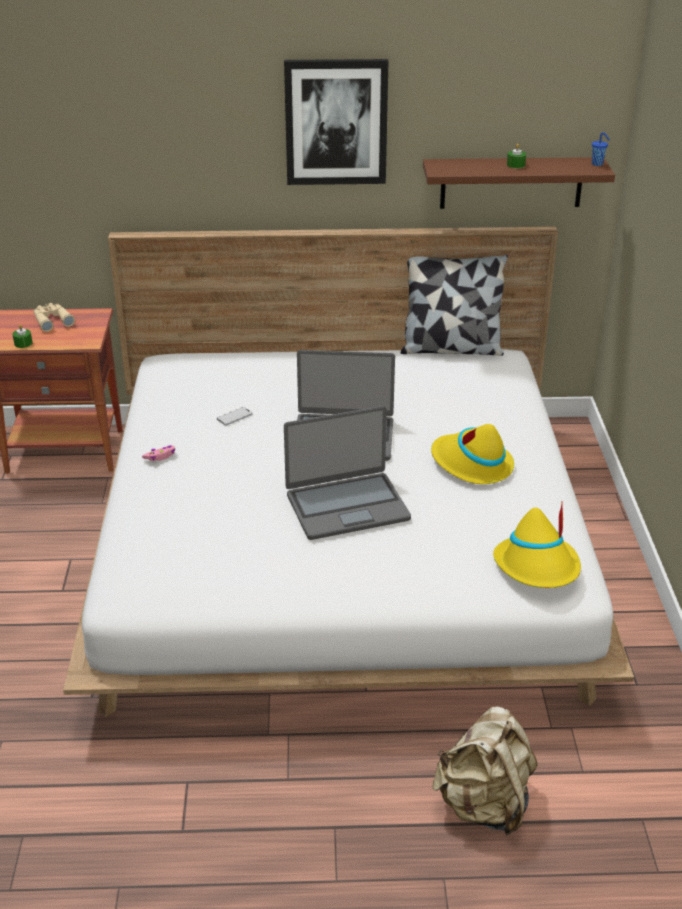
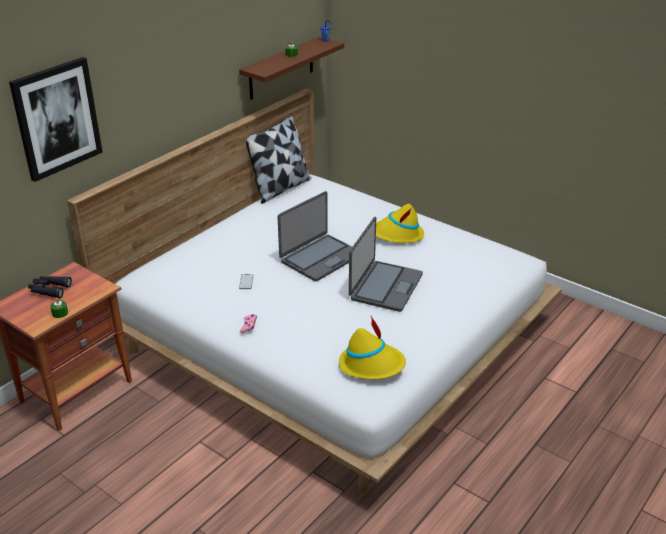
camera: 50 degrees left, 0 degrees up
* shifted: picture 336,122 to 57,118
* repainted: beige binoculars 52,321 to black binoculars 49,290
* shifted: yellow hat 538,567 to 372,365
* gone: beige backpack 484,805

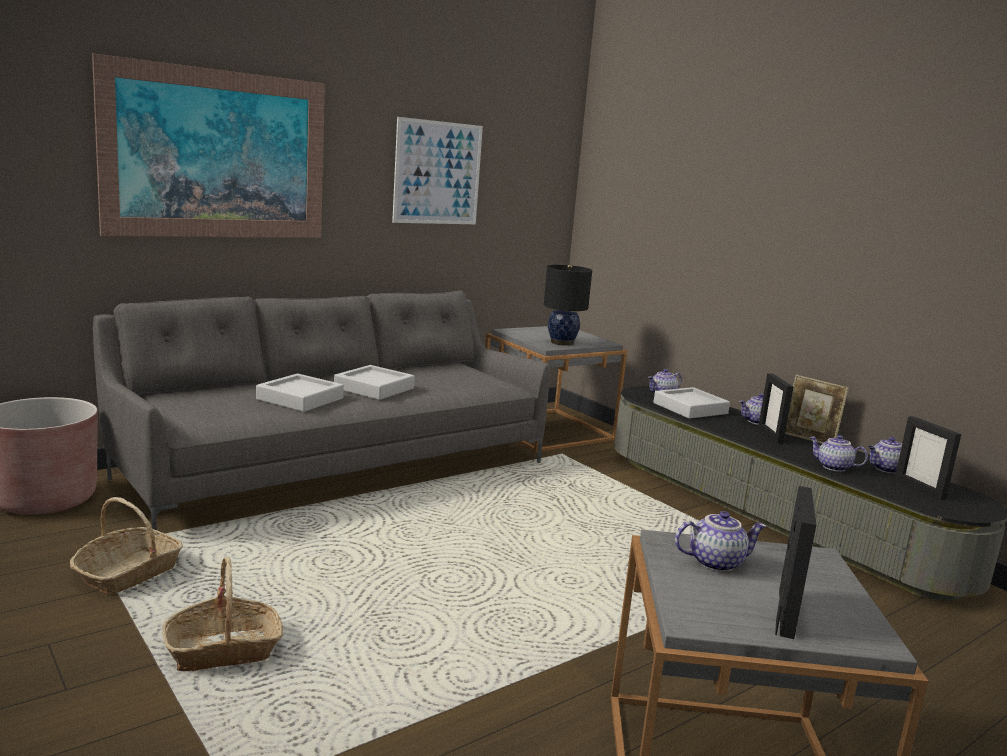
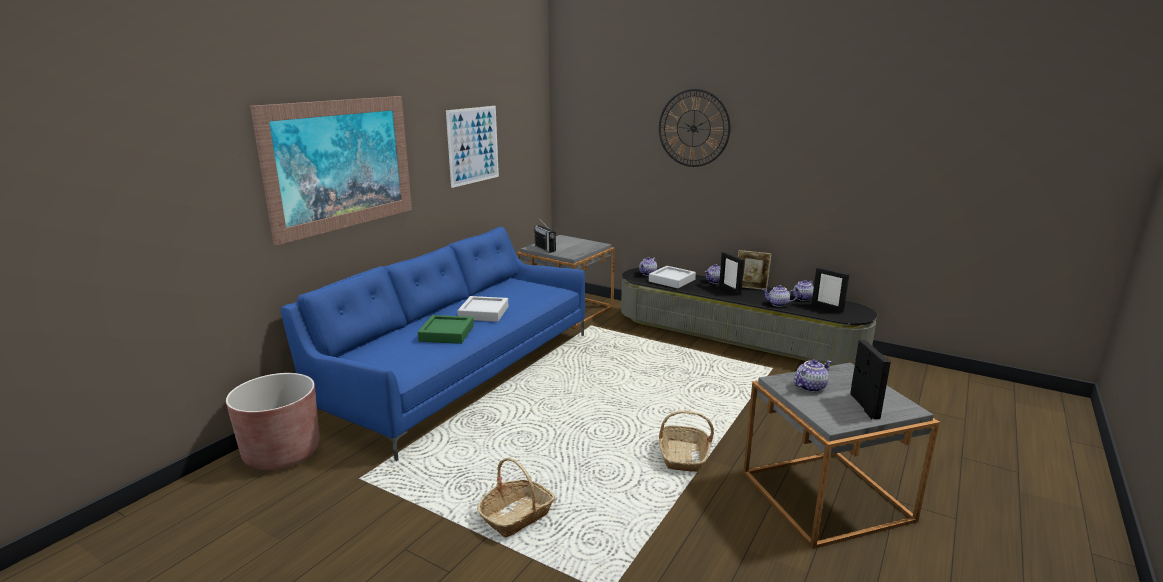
camera: 20 degrees left, 5 degrees up
* gone: black table lamp 562,342
* repainted: grey sofa 336,468 to blue sofa 461,373
* repainted: grey tray 300,399 to green tray 446,333
* shifted: basket 128,573 to 683,456
* new: wall clock 693,128
* new: radio 545,248

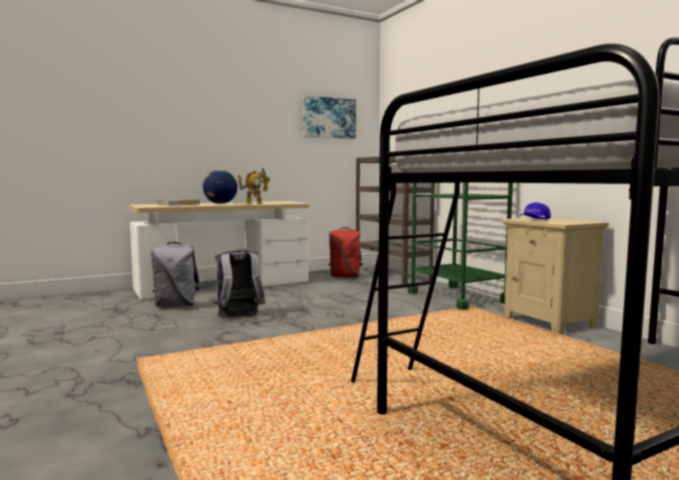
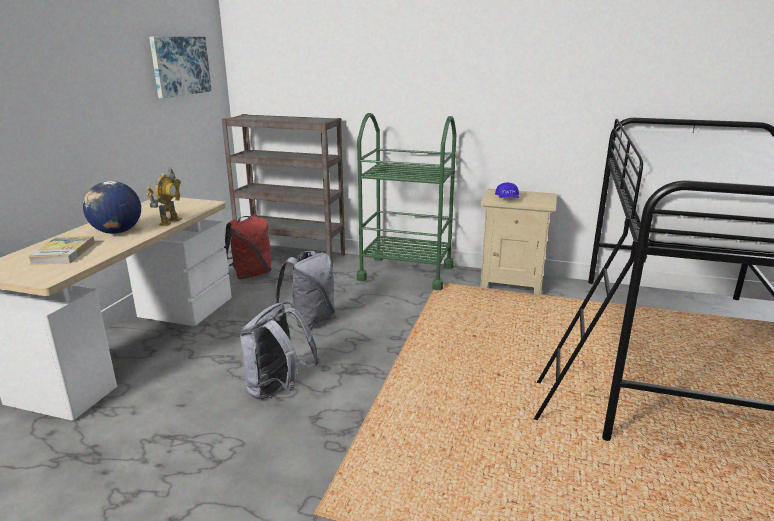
camera: 45 degrees left, 15 degrees up
* shifted: grey backpack 176,306 to 310,320

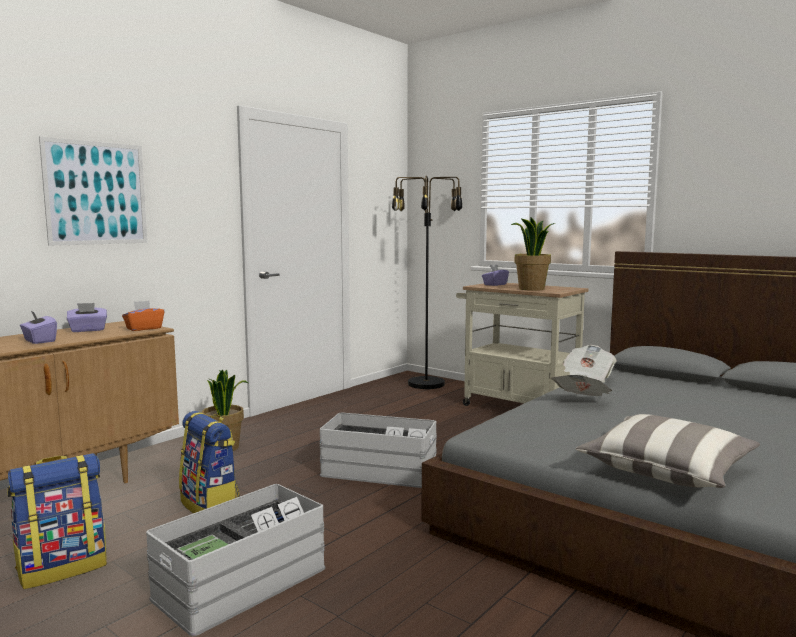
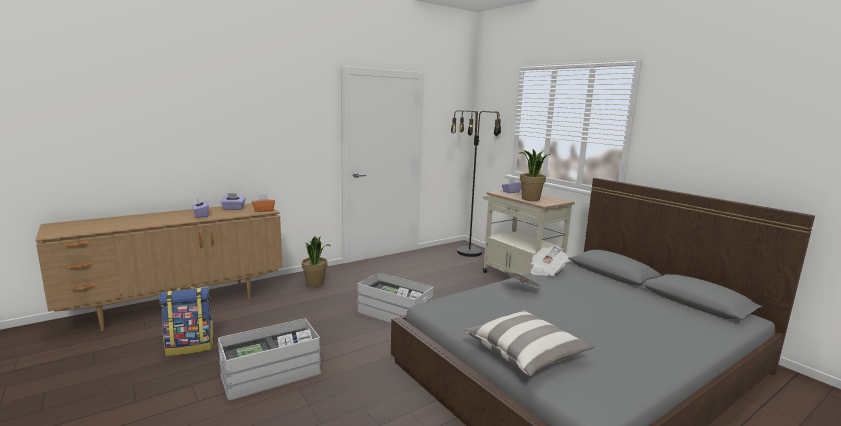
camera: 15 degrees right, 5 degrees up
* gone: picture 96,193
* gone: backpack 211,506

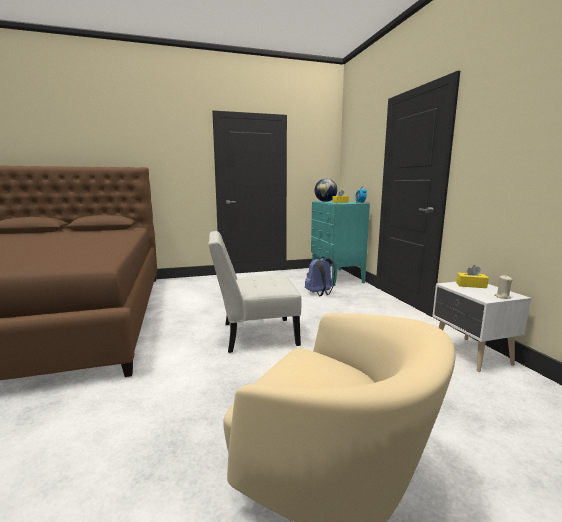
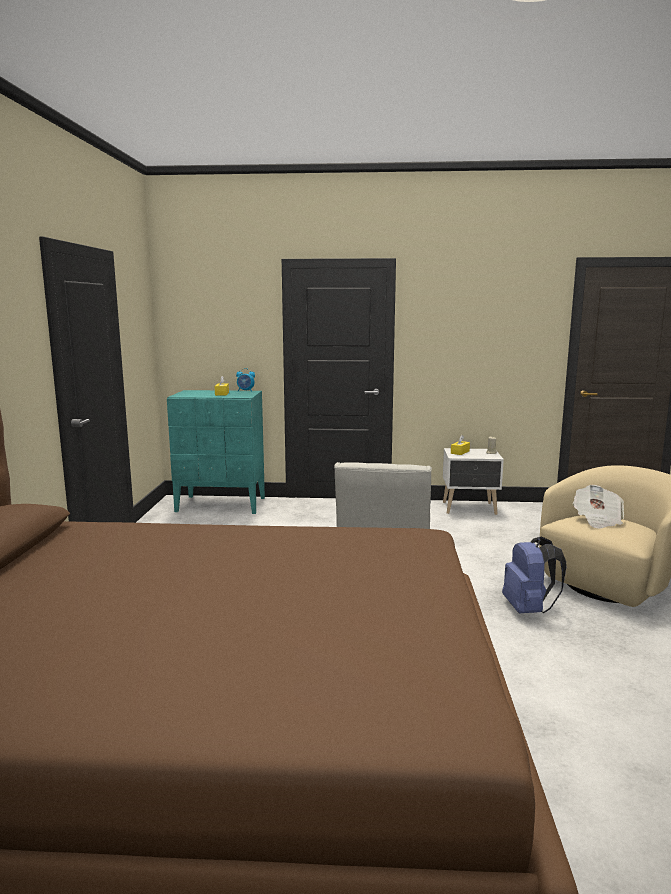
camera: 70 degrees left, 0 degrees up
* gone: globe 325,201
* shifted: blue backpack 320,294 to 529,609
* new: newspaper 597,520

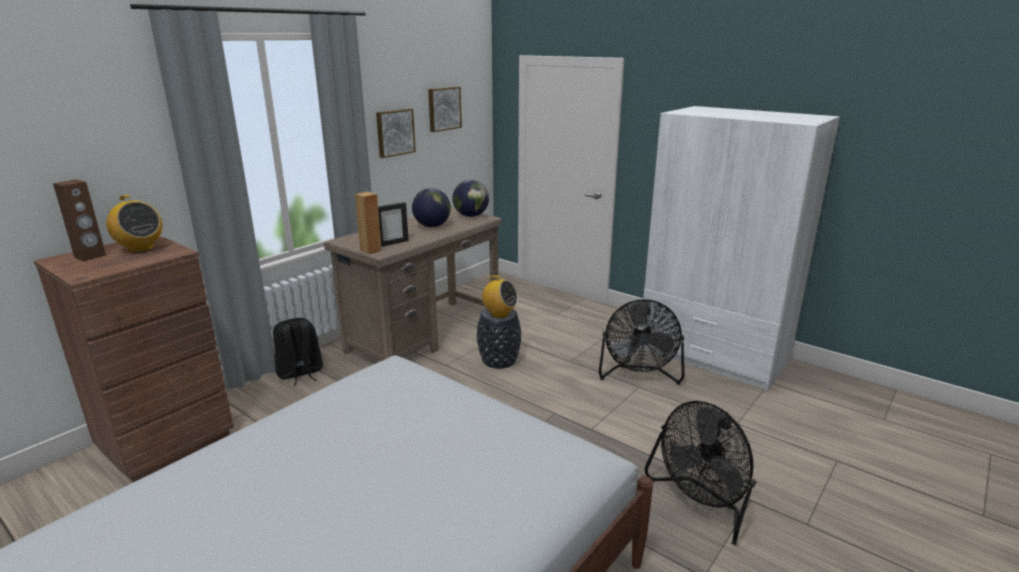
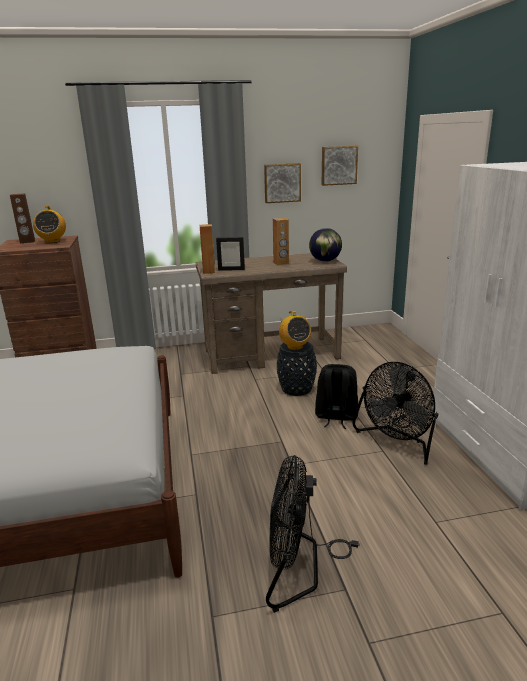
camera: 40 degrees right, 0 degrees up
* swapped: globe 432,226 to brown speaker 281,263
* shifted: black backpack 300,373 to 335,417

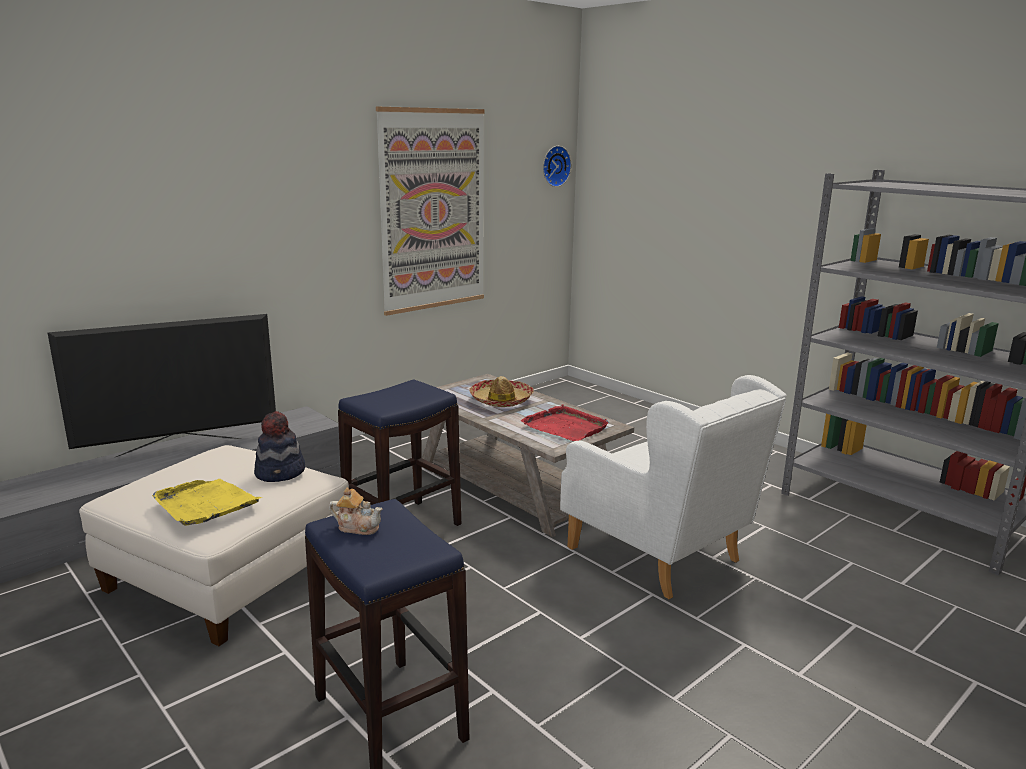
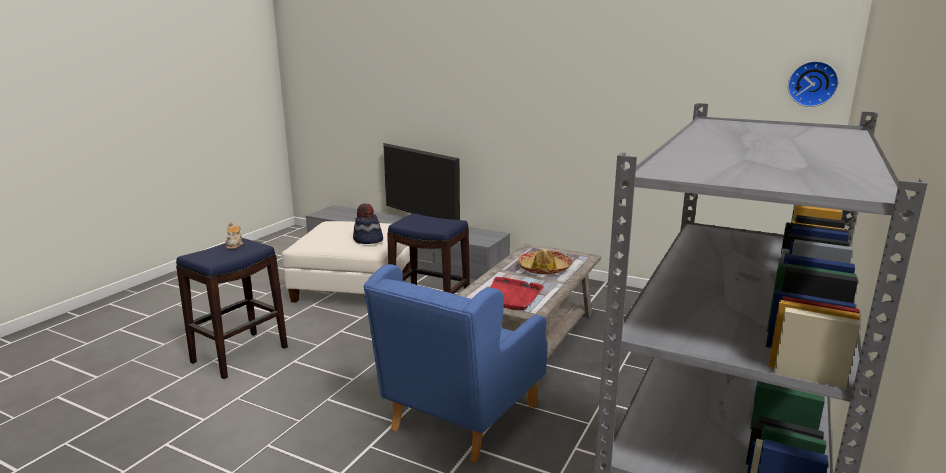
camera: 70 degrees right, 0 degrees up
* gone: picture 433,210
* repainted: white armchair 661,555 to blue armchair 459,419
* gone: yellow tray 205,504

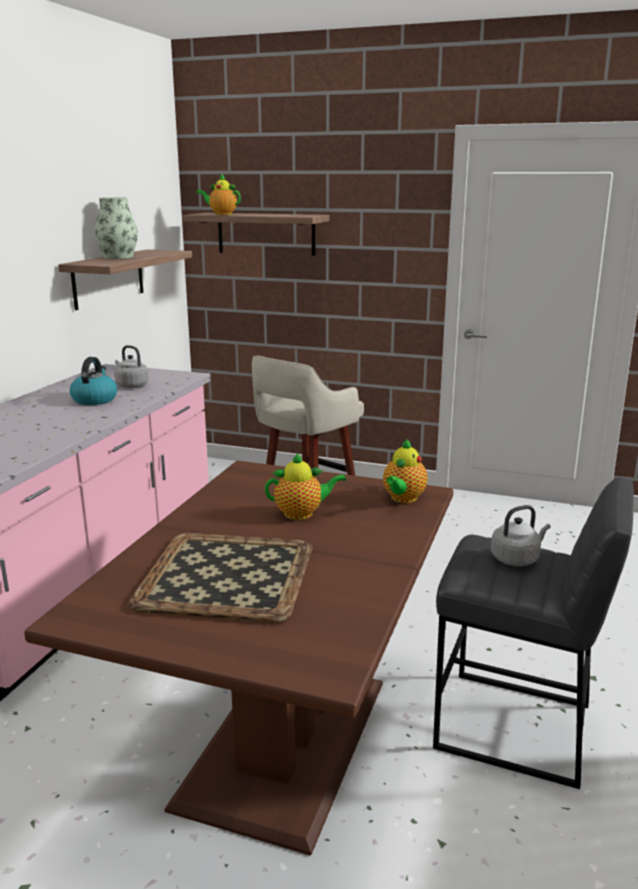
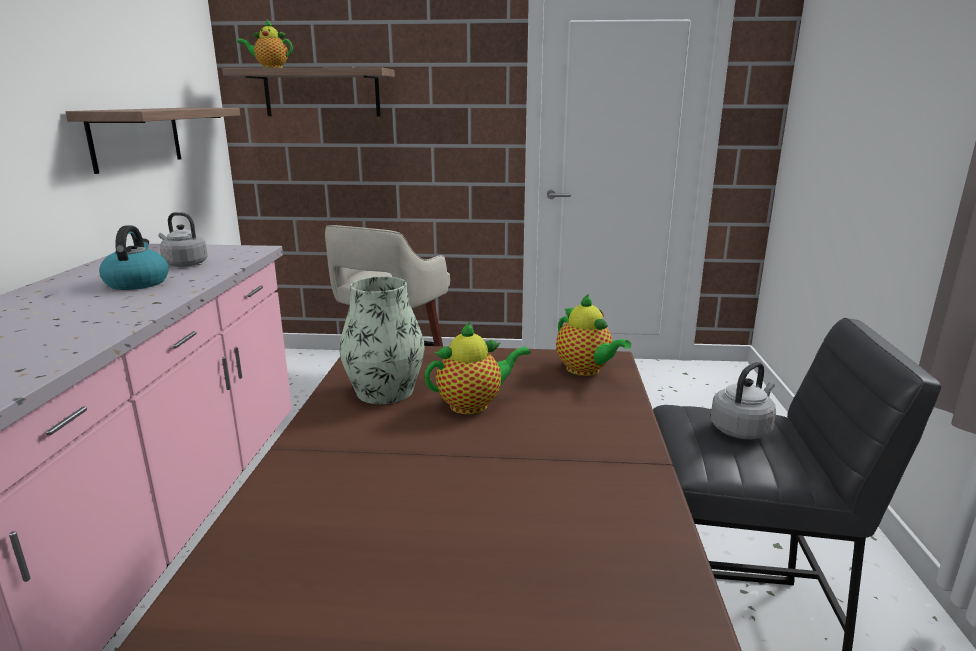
camera: 15 degrees left, 0 degrees up
* shifted: vase 118,257 to 385,391
* rotated: teapot 403,499 = 586,370 45 degrees counterclockwise
* gone: tray 228,577

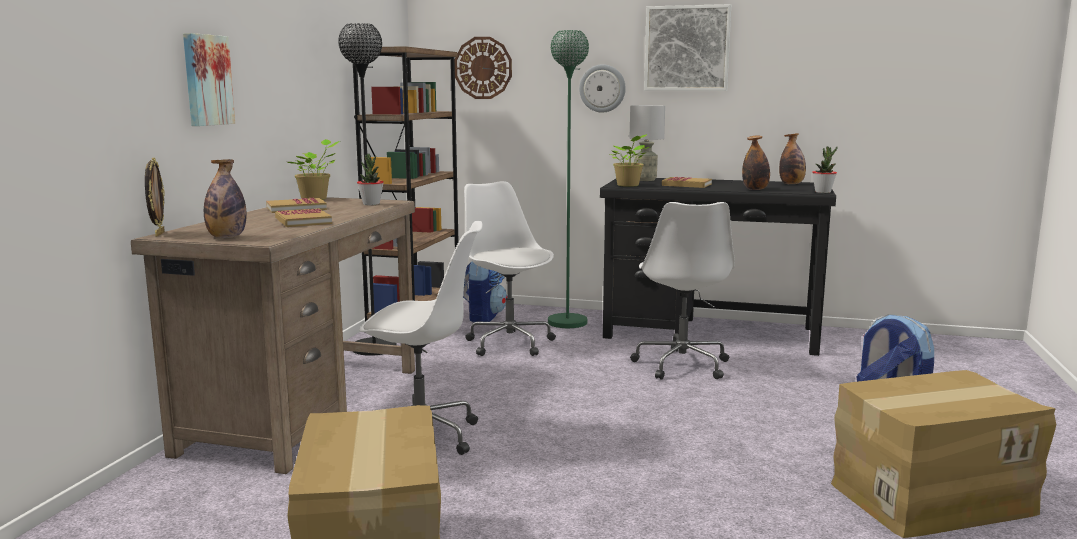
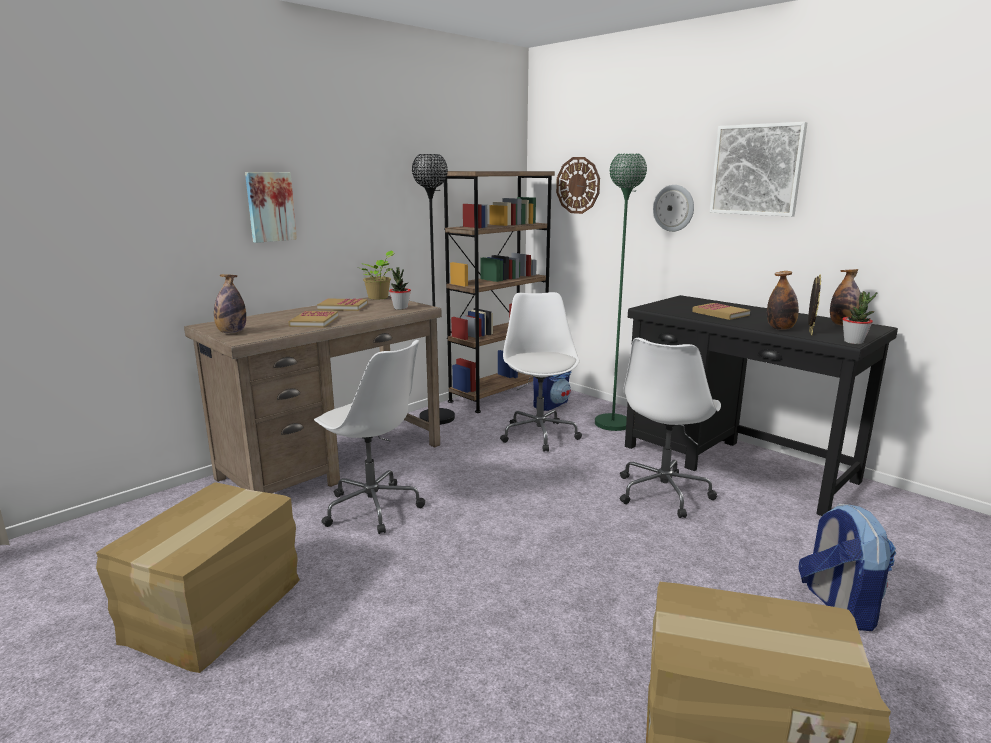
camera: 30 degrees right, 5 degrees up
* gone: grey table lamp 645,180
* gone: potted plant 628,185
* shifted: picture frame 158,234 to 809,332

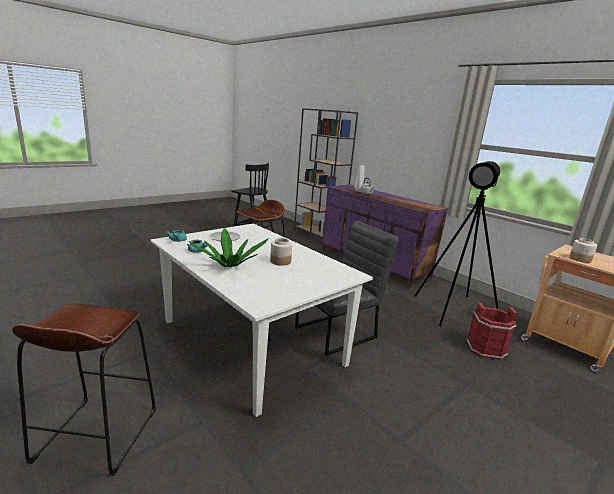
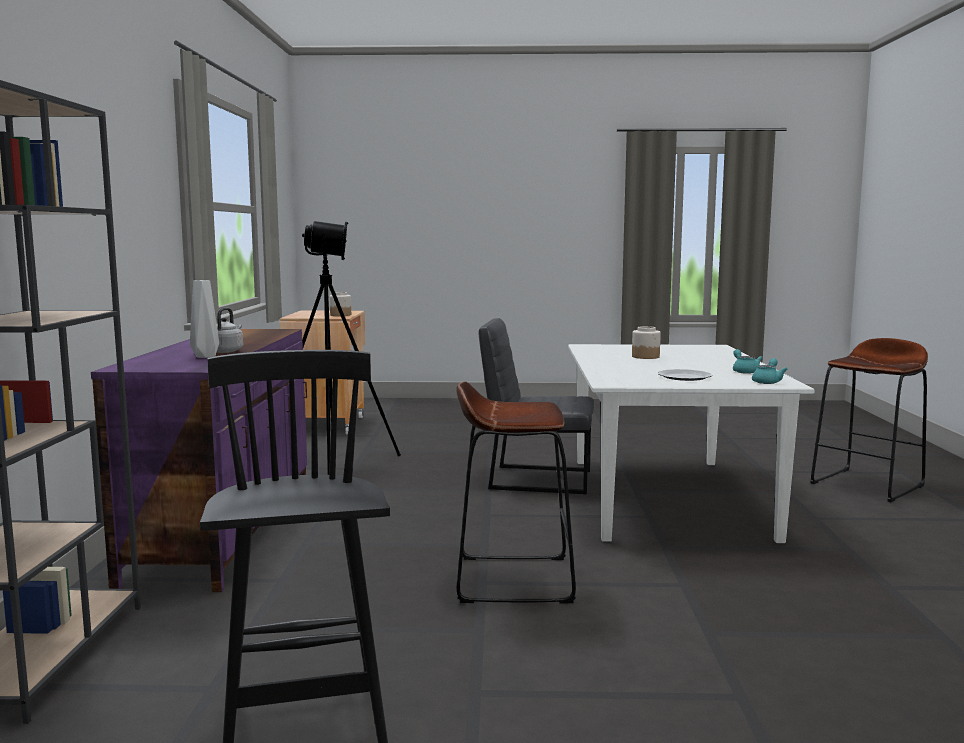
camera: 135 degrees left, 10 degrees down
* gone: potted plant 229,265
* gone: red bucket 486,349

